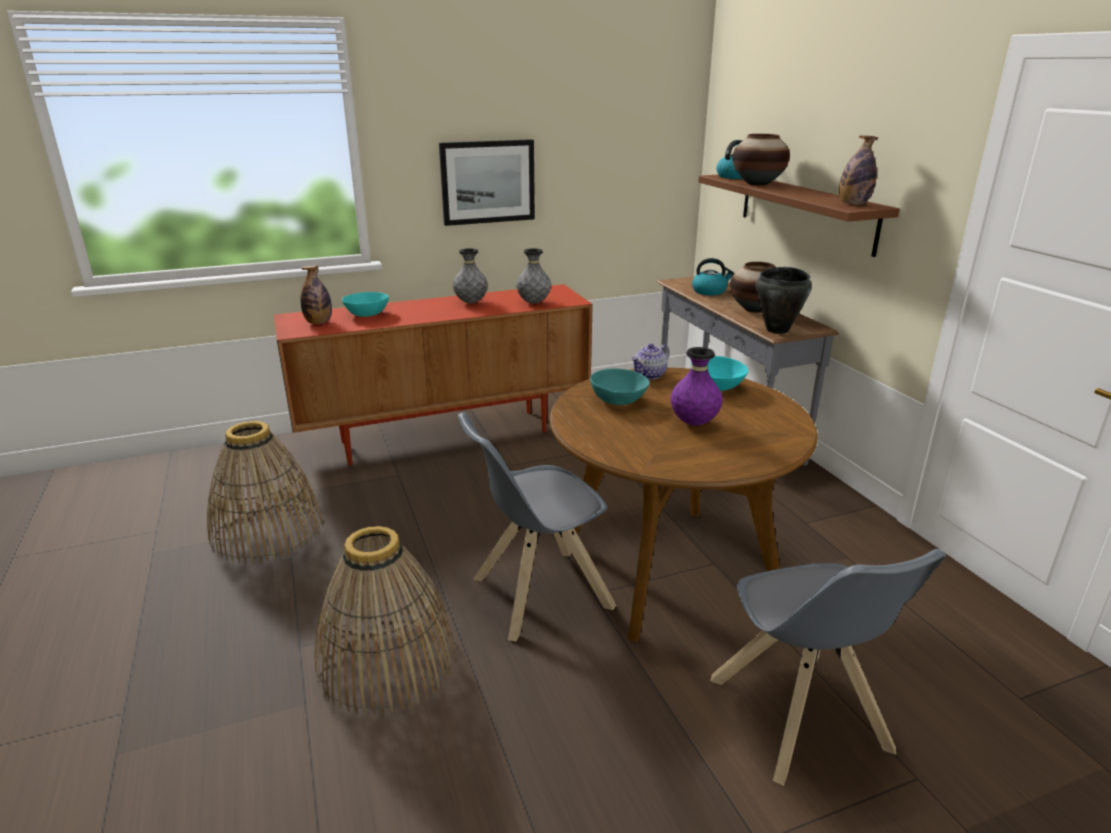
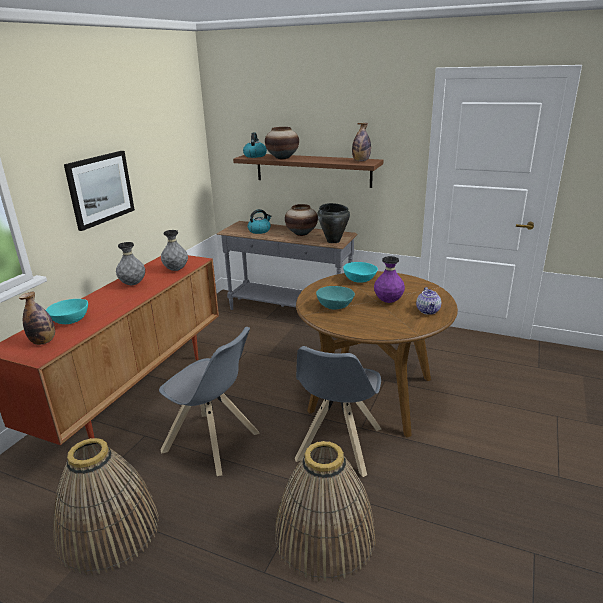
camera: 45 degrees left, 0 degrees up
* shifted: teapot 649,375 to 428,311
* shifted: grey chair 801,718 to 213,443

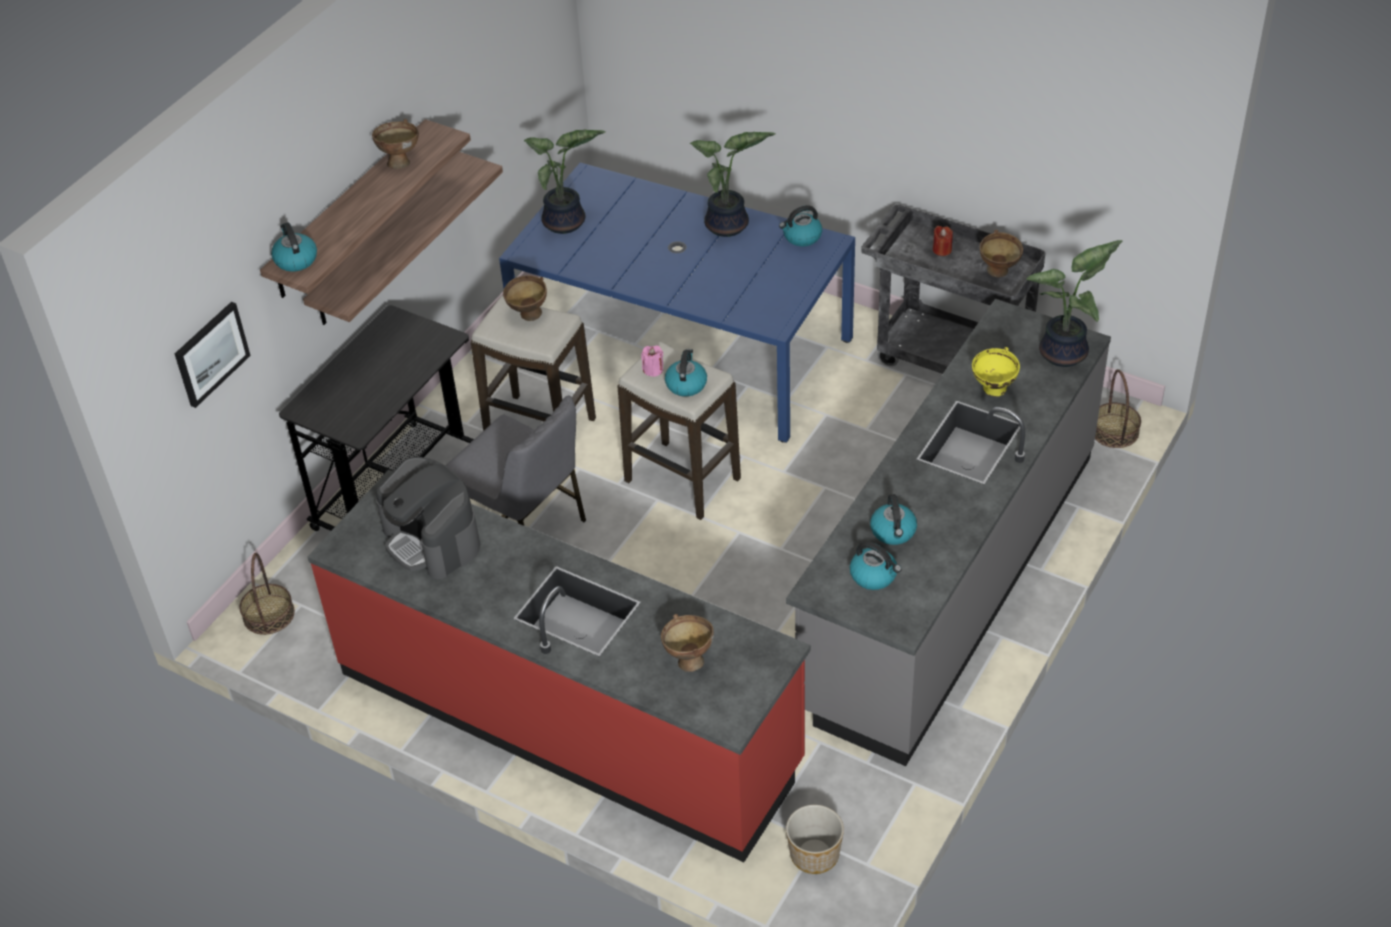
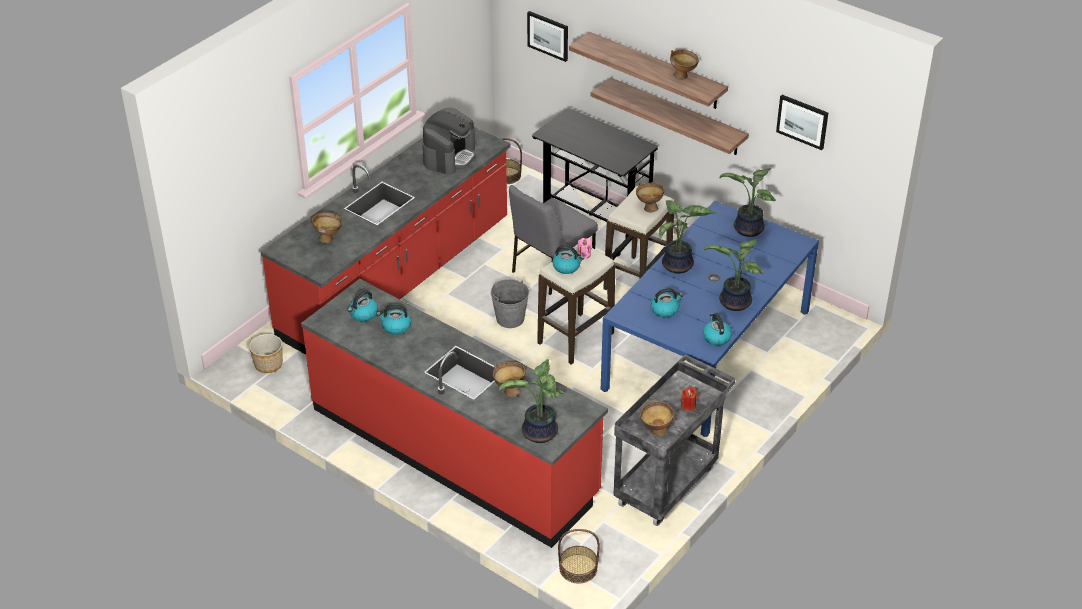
camera: 95 degrees right, 5 degrees down
* shifted: kettle 295,259 to 665,310
* repainted: grey counter 948,580 to red counter 454,451
* repainted: yellow bowl 993,392 to brown bowl 508,390
* rotated: coffee machine 432,540 = 449,156 150 degrees clockwise
* new: picture 802,121
* new: potted plant 678,266
* new: grey bucket 510,319

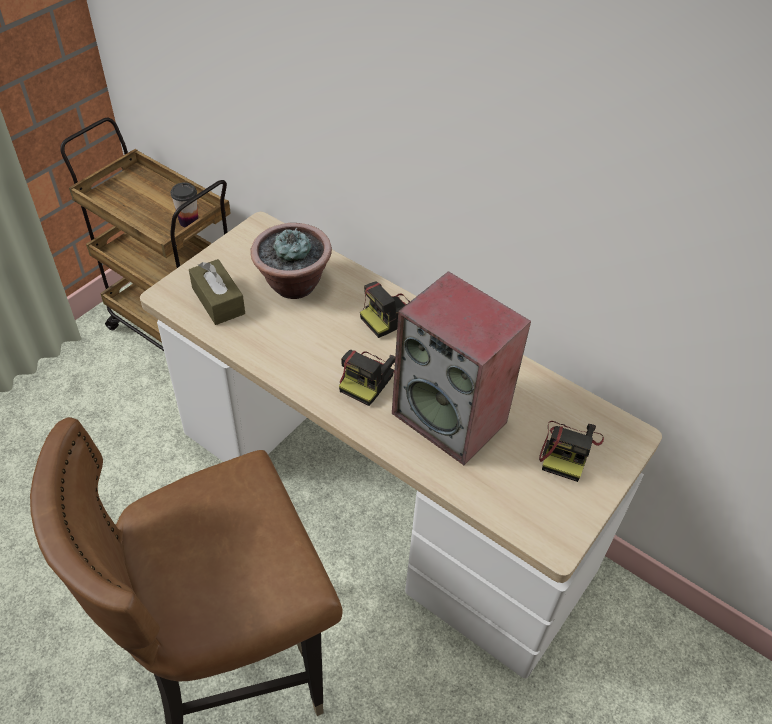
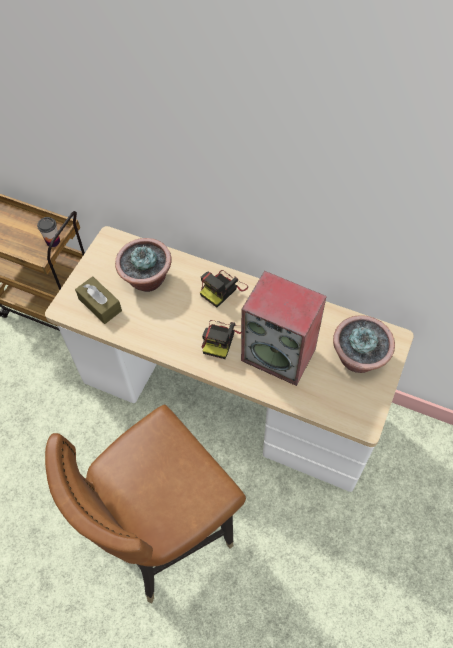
camera: 10 degrees left, 10 degrees up
* swapped: photo camera 568,450 to potted plant 358,359

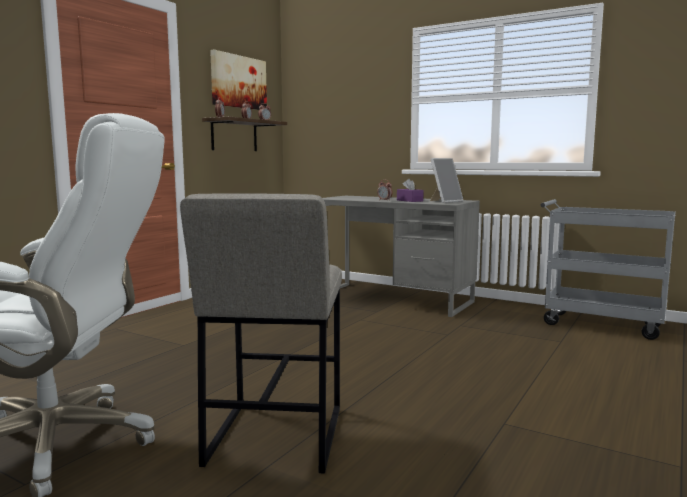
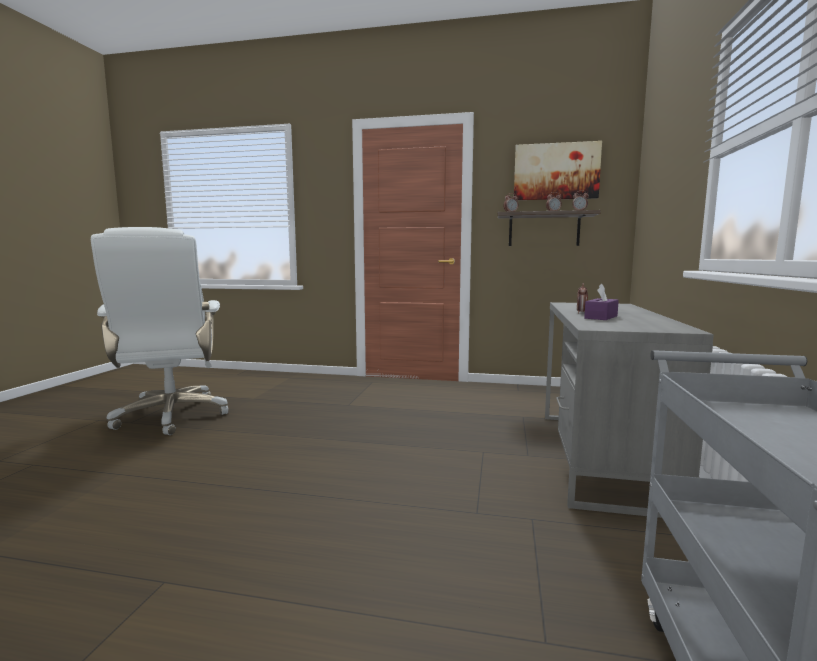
camera: 70 degrees right, 0 degrees up
* gone: picture frame 445,201
* gone: grey chair 275,437

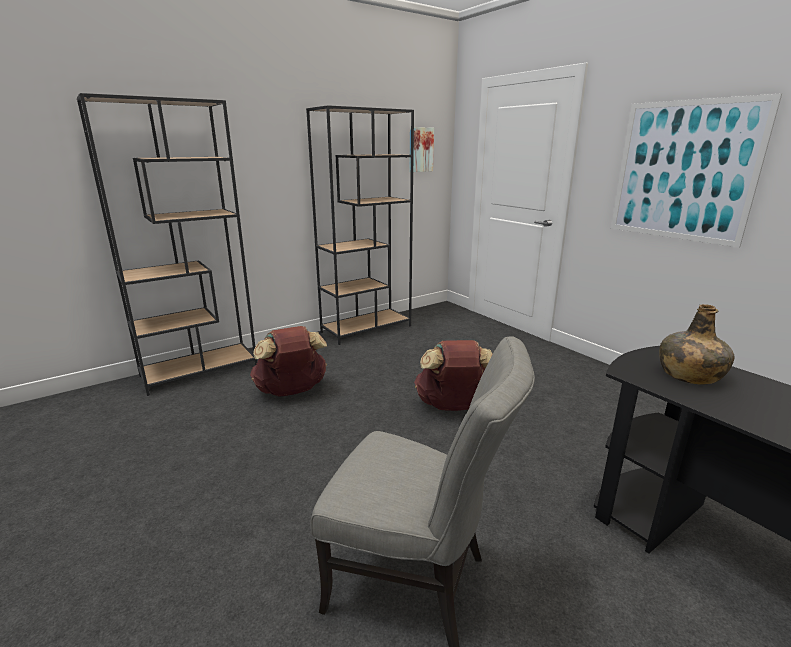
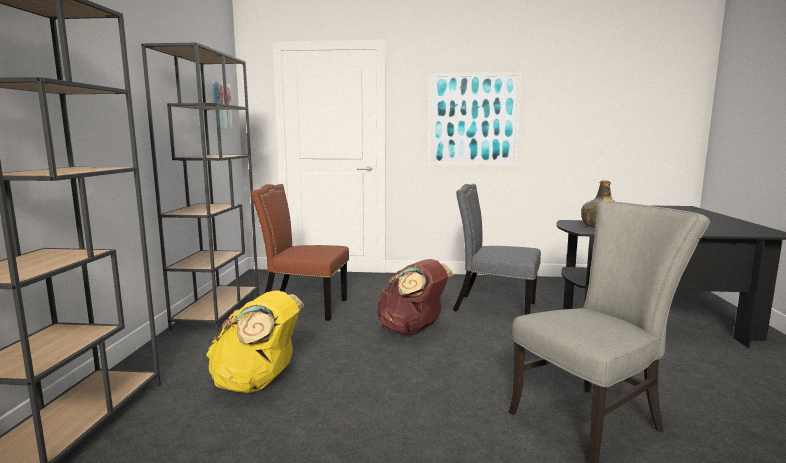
camera: 50 degrees left, 10 degrees down
* repainted: brown backpack 291,391 to yellow backpack 258,383
* new: brown chair 305,307
* new: grey chair 496,308

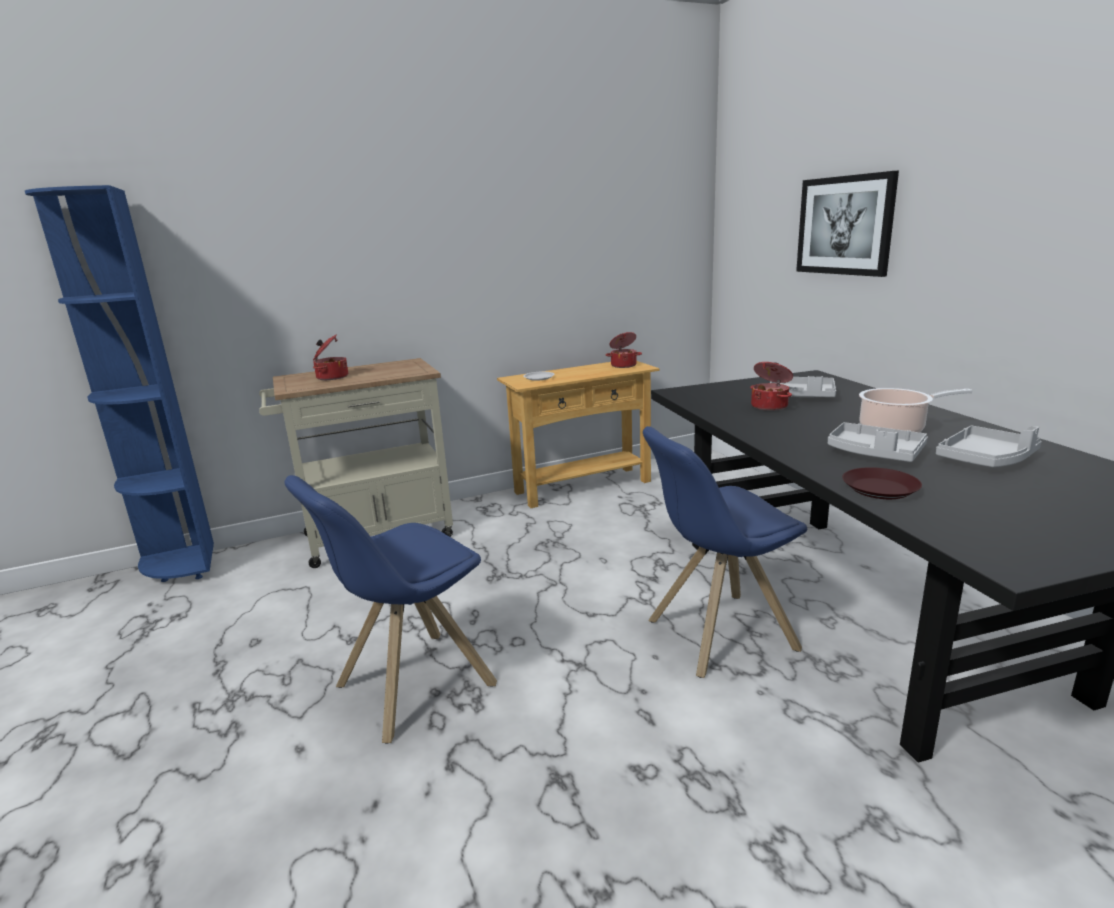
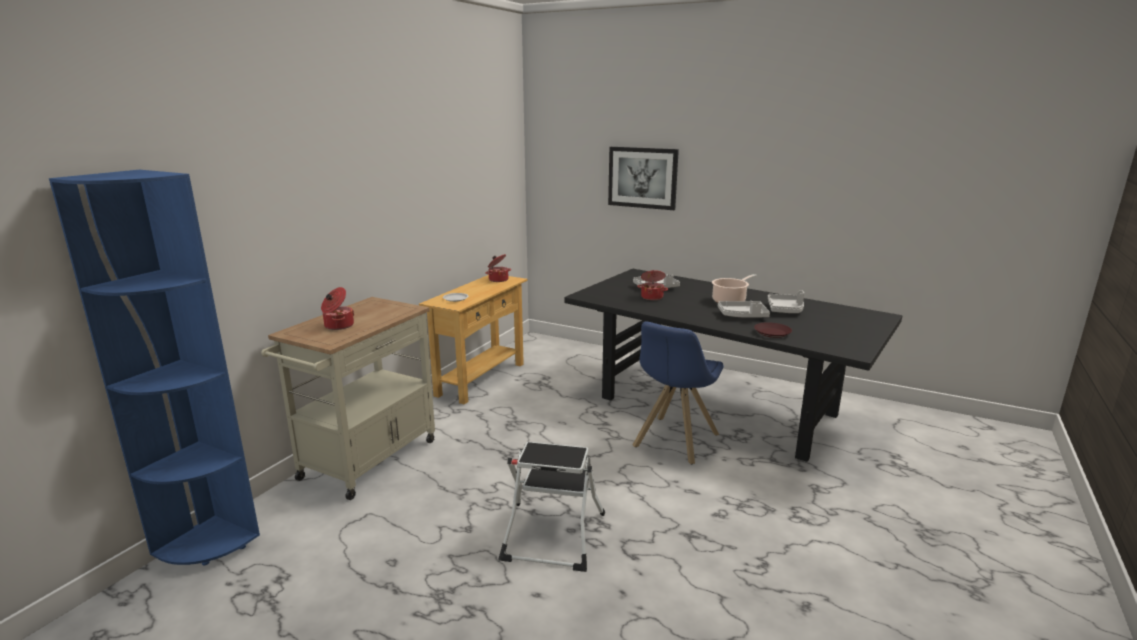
camera: 40 degrees left, 0 degrees up
* swapped: blue chair 413,684 to step ladder 552,532

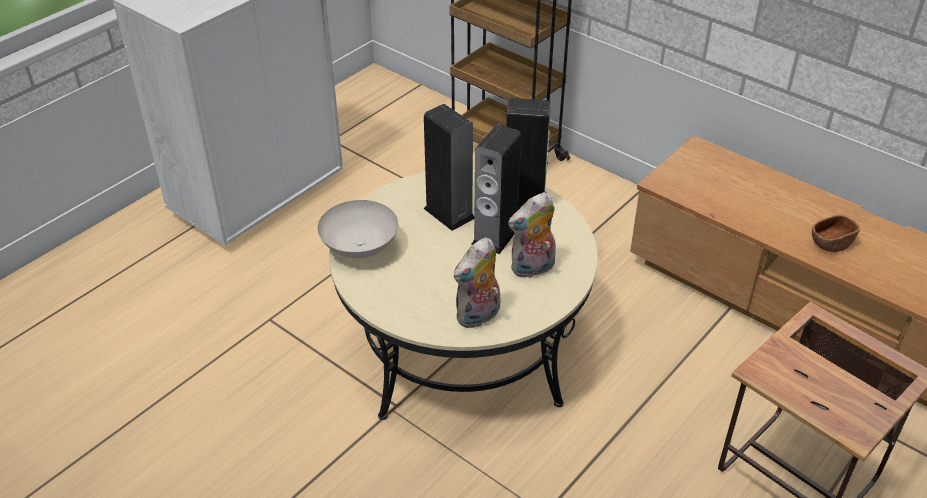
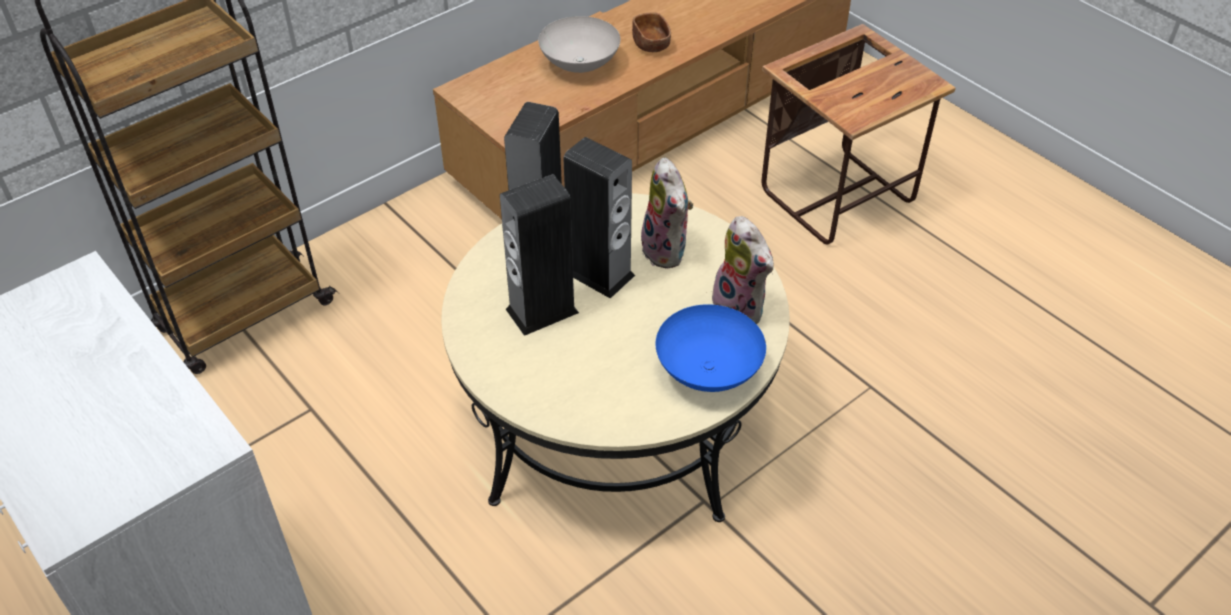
camera: 80 degrees left, 5 degrees up
* shifted: white bowl 361,247 to 579,64
* new: blue bowl 707,372

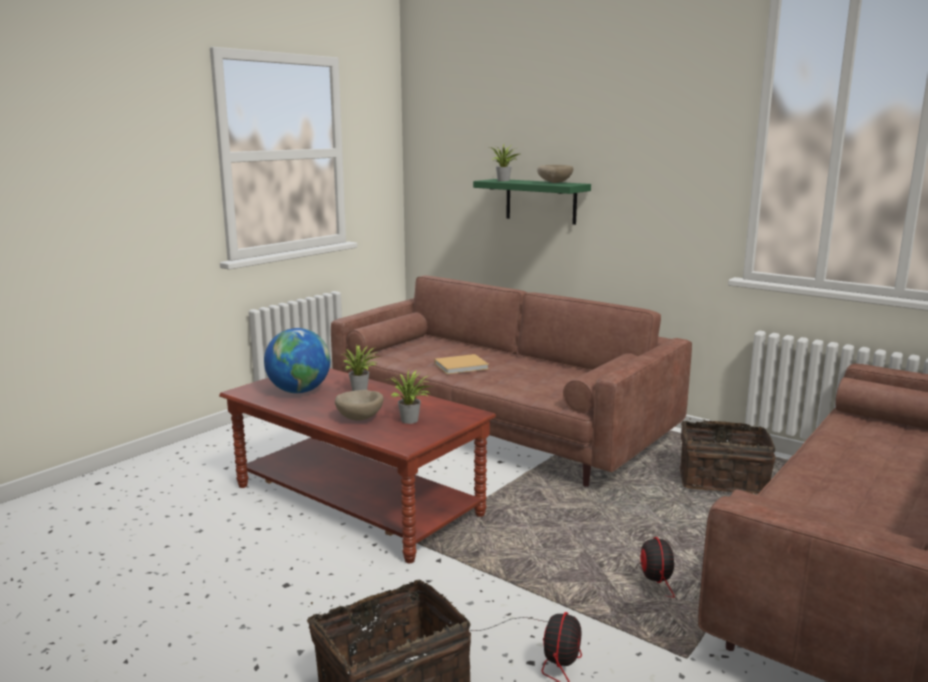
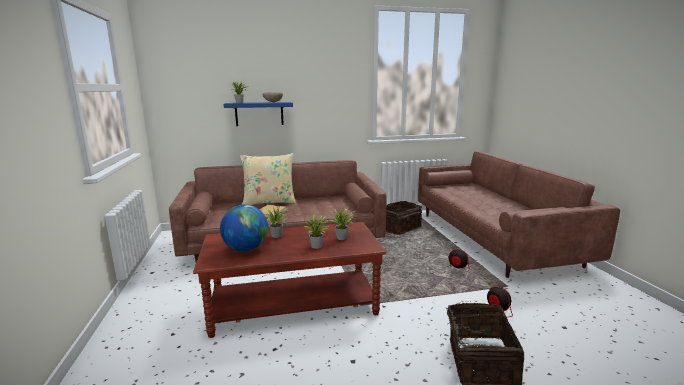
camera: 50 degrees left, 0 degrees up
* repainted: green shelf 541,201 to blue shelf 259,114
* swapped: beige bowl 360,418 to potted plant 318,246
* new: beige pillow 269,202

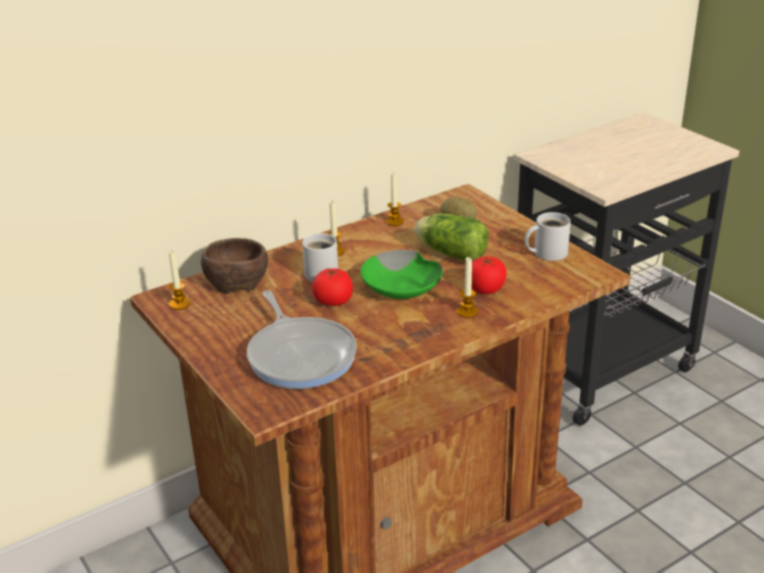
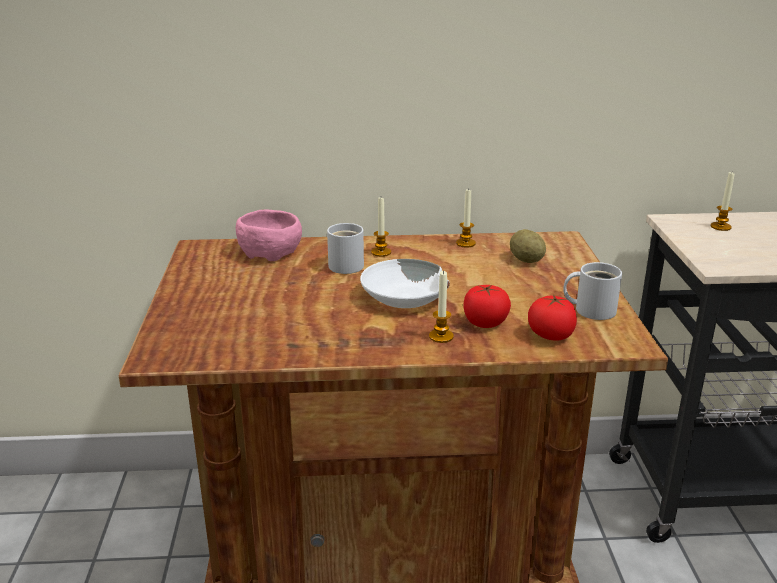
camera: 30 degrees right, 5 degrees down
* gone: lettuce 449,253
* repainted: brown bowl 236,280 to pink bowl 270,251
* repainted: green bowl 402,287 to white bowl 404,297
* shifted: candle 179,304 to 720,227
* shifted: tomato 333,301 to 550,335
* gone: frying pan 300,355

